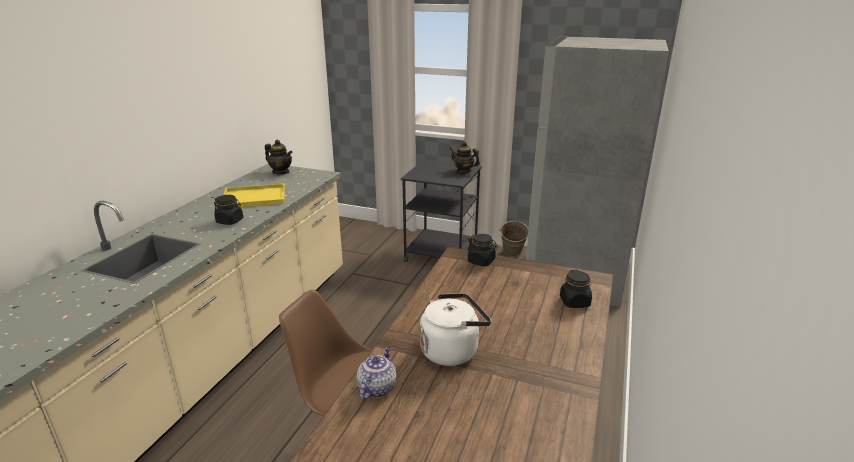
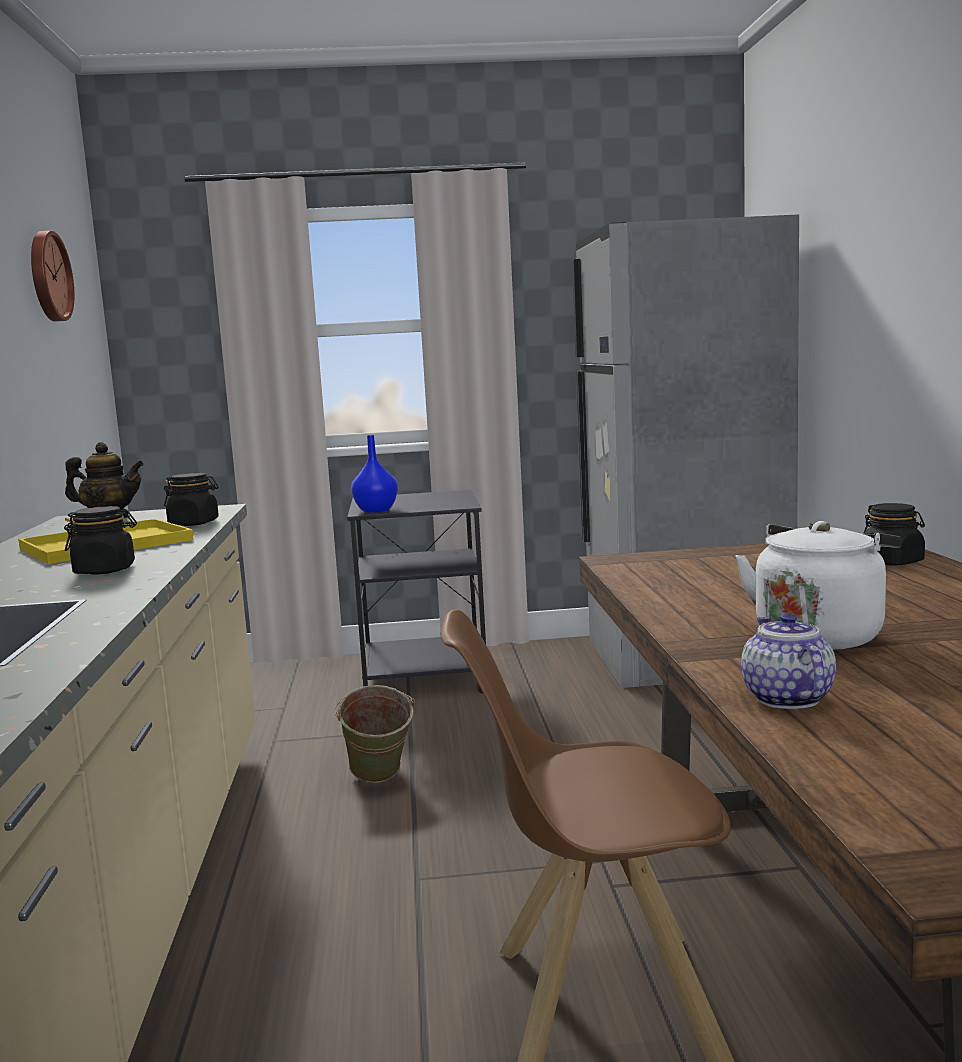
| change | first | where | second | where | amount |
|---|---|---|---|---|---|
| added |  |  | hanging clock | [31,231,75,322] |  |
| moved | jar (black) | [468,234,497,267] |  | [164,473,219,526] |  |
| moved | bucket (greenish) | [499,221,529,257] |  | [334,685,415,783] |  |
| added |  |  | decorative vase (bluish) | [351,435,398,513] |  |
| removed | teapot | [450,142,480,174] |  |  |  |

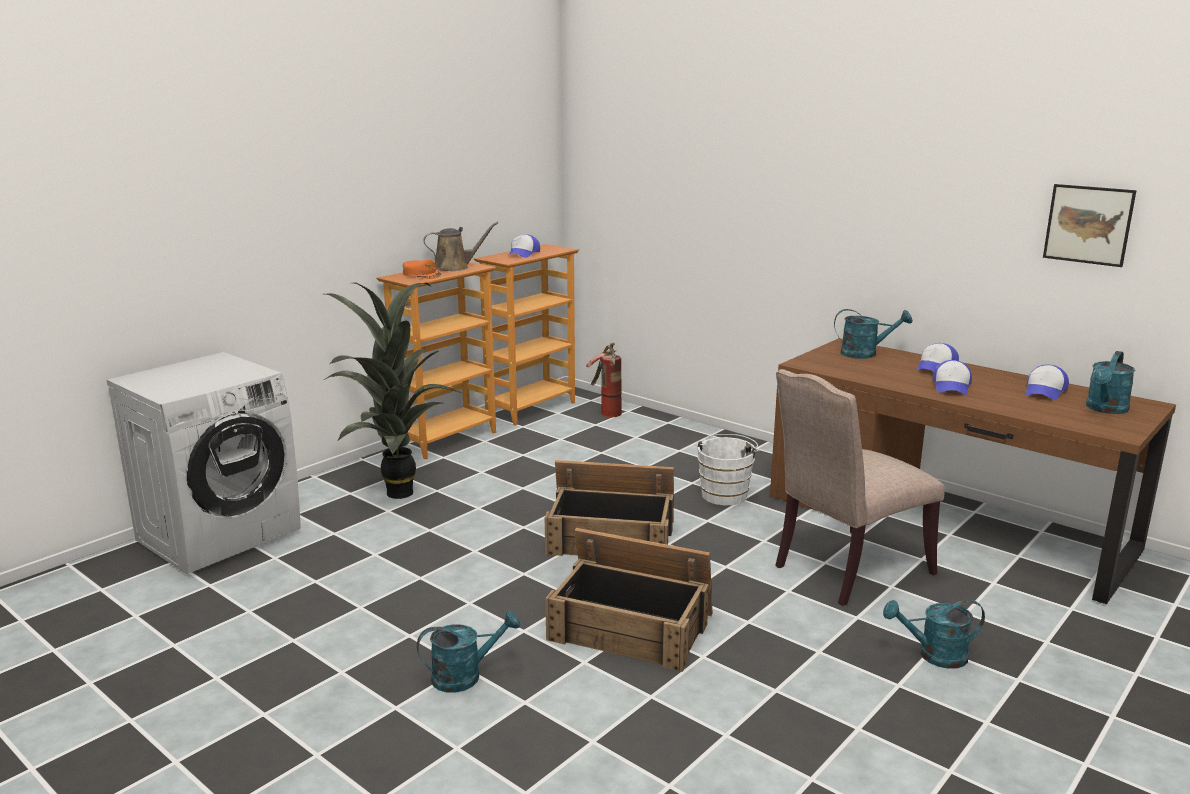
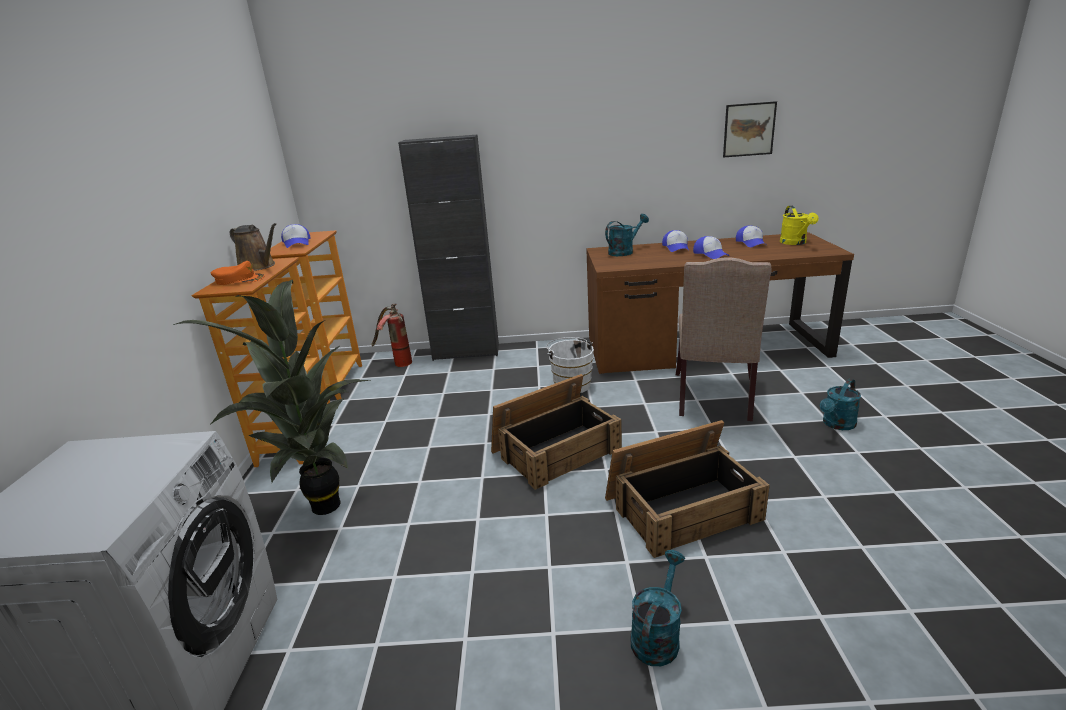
| change | first | where | second | where | amount |
|---|---|---|---|---|---|
| turned | watering can (brown) | [423,222,498,271] |  | [230,223,277,271] | 90 degrees clockwise |
| added |  |  | storage cabinet (black) | [398,135,499,361] |  |
| recoloured | watering can (turquoise-coloured) | [1086,351,1135,414] | watering can (yellowish) | [780,206,819,245] |  |

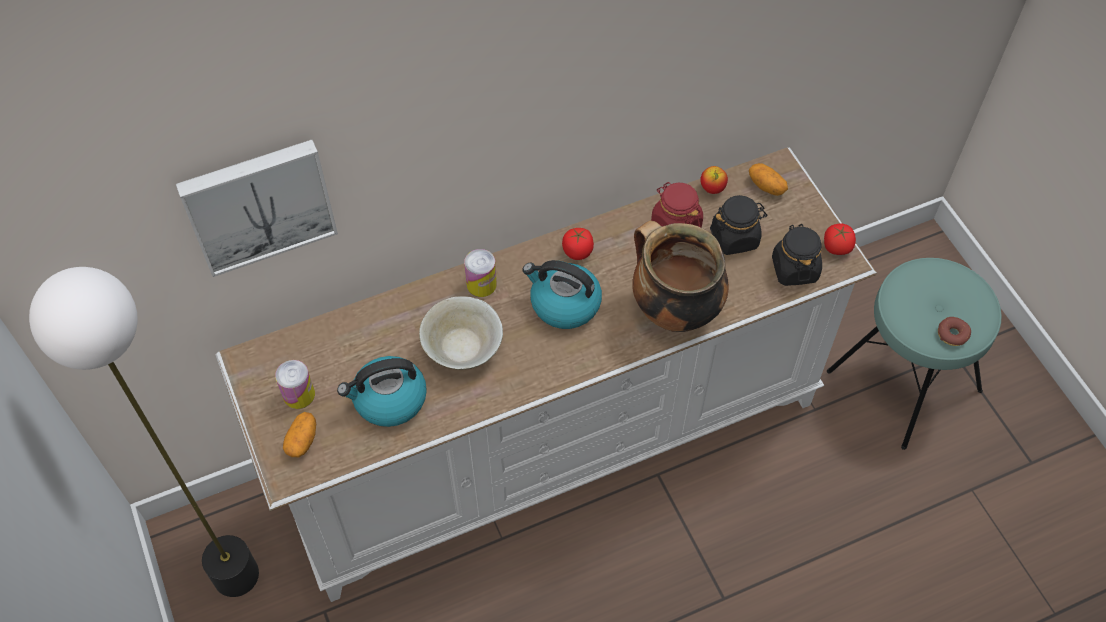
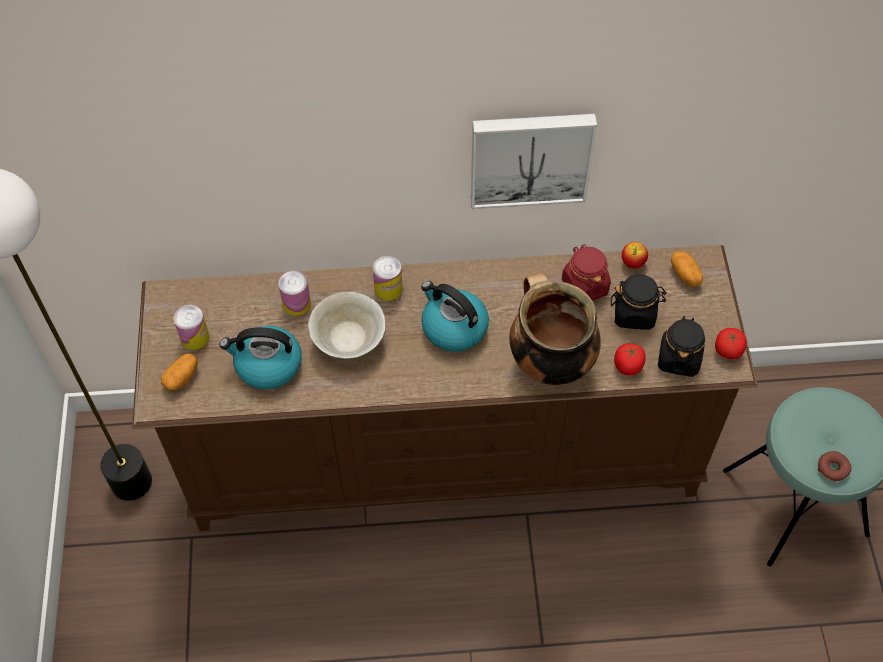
| change | first | where | second | where | amount |
|---|---|---|---|---|---|
| recoloured | storage cabinet (whitish) | [216,148,878,602] | storage cabinet (brown) | [132,245,758,531] |  |
| added |  |  | can | [278,271,311,316] |  |
| moved | picture | [176,140,338,277] |  | [471,114,597,209] |  |
| moved | tomato | [562,228,594,260] |  | [614,343,646,375] |  |

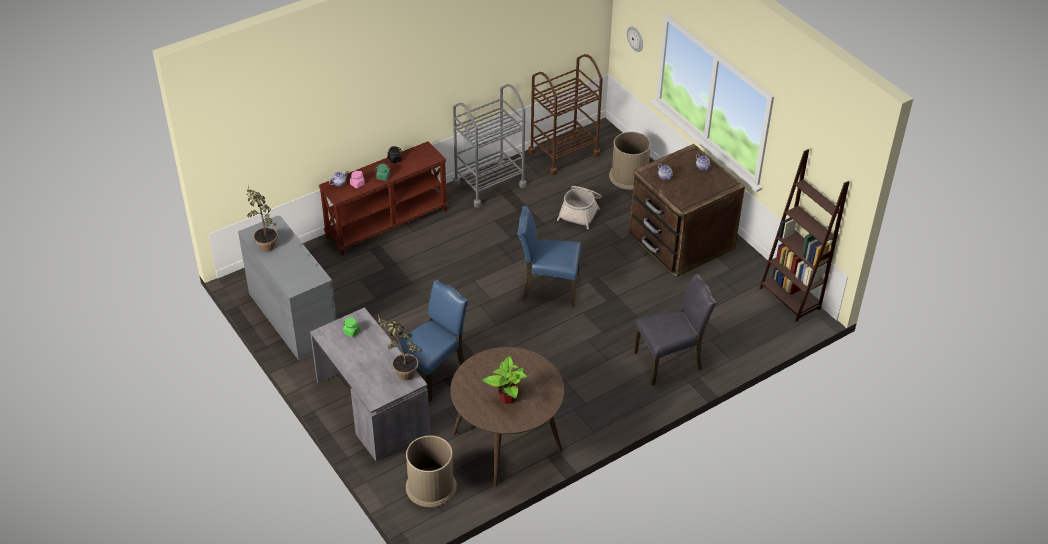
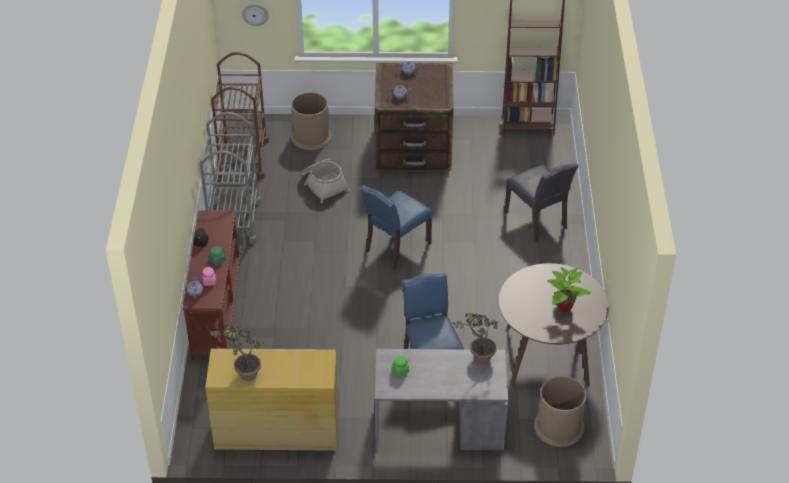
| change | first | where | second | where | amount |
|---|---|---|---|---|---|
| recoloured | storage cabinet (gray) | [238,215,337,361] | storage cabinet (yellowish) | [205,349,339,451] |  |
| turned | plain chair (gray) | [634,274,717,386] |  | [504,163,579,242] | 135 degrees clockwise |

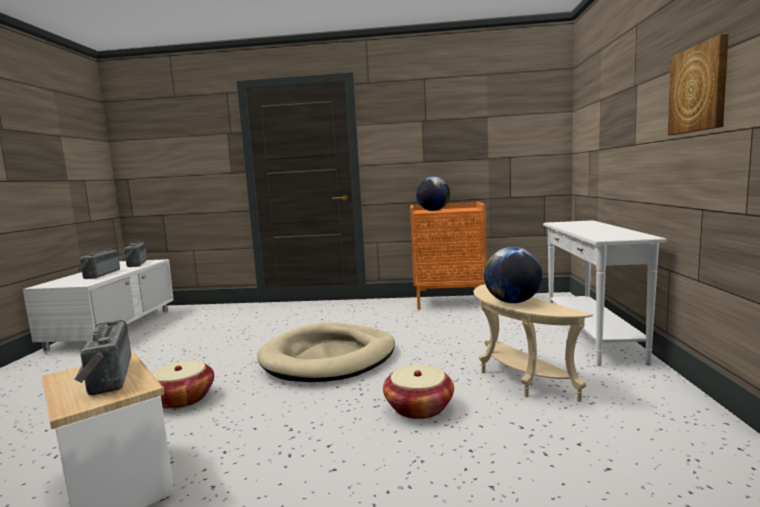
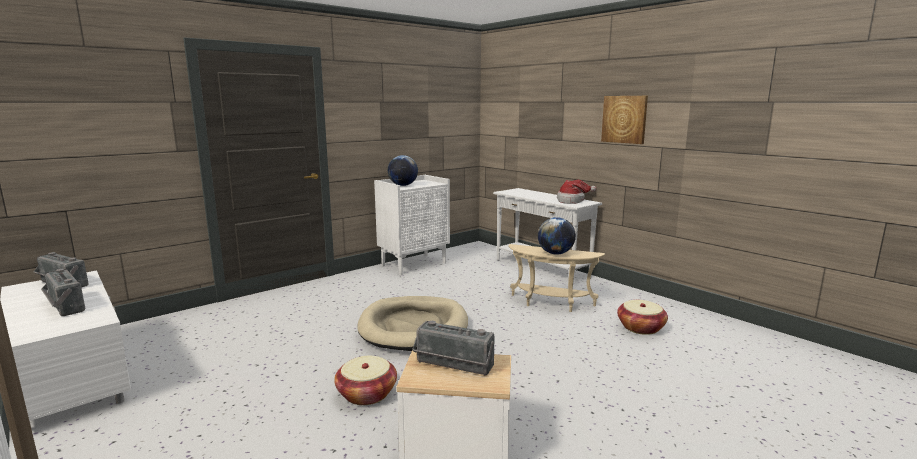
| change | first | where | second | where | amount |
|---|---|---|---|---|---|
| recoloured | storage cabinet (orange-coloured) | [410,202,487,310] | storage cabinet (whitish) | [374,175,450,275] |  |
| added |  |  | hat | [557,180,596,204] |  |
| moved | household basket | [383,365,454,419] |  | [617,300,668,335] |  |

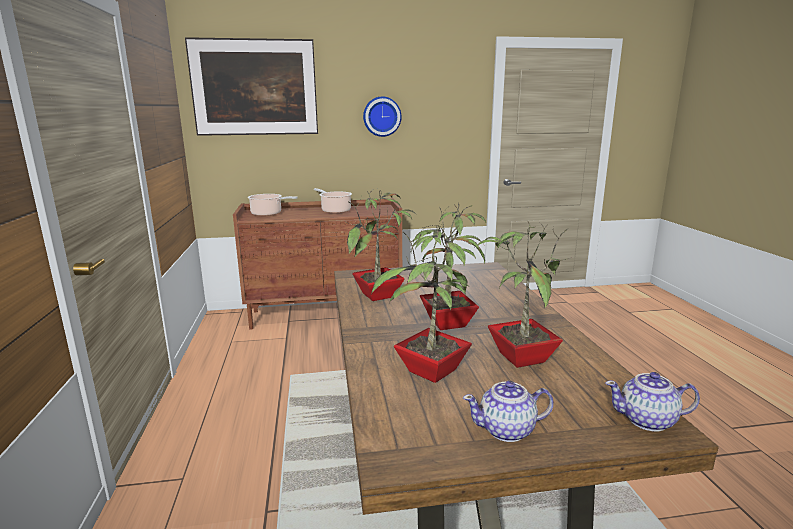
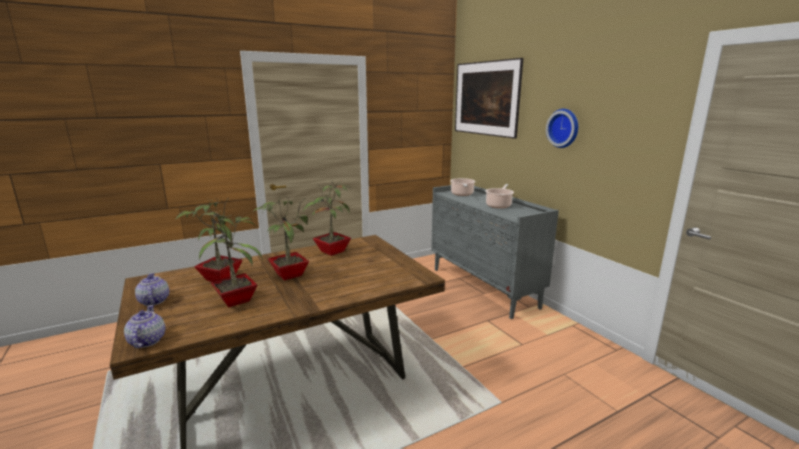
| change | first | where | second | where | amount |
|---|---|---|---|---|---|
| recoloured | storage cabinet (brown) | [233,198,402,330] | storage cabinet (gray) | [431,185,559,319] |  |

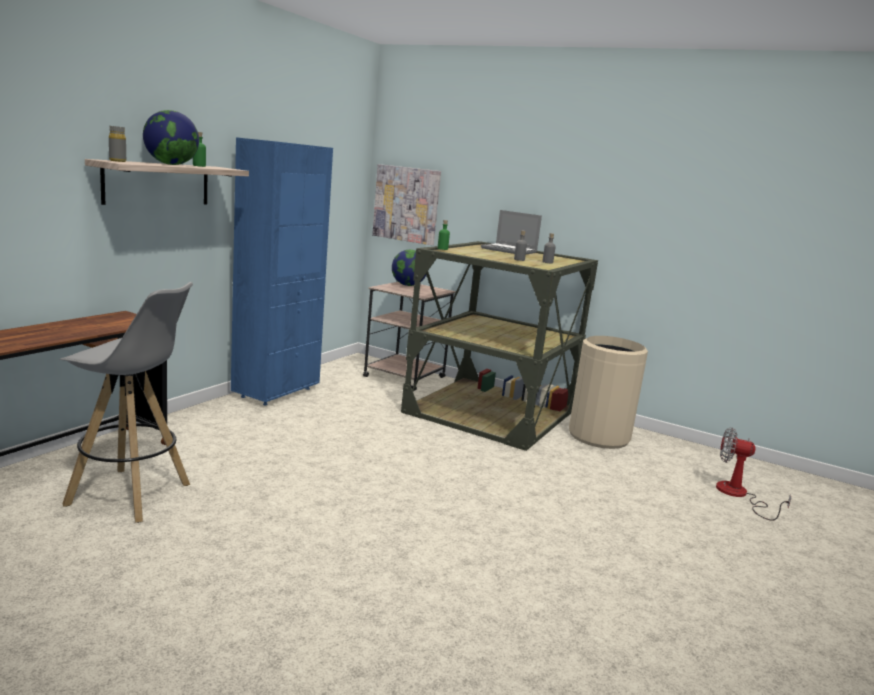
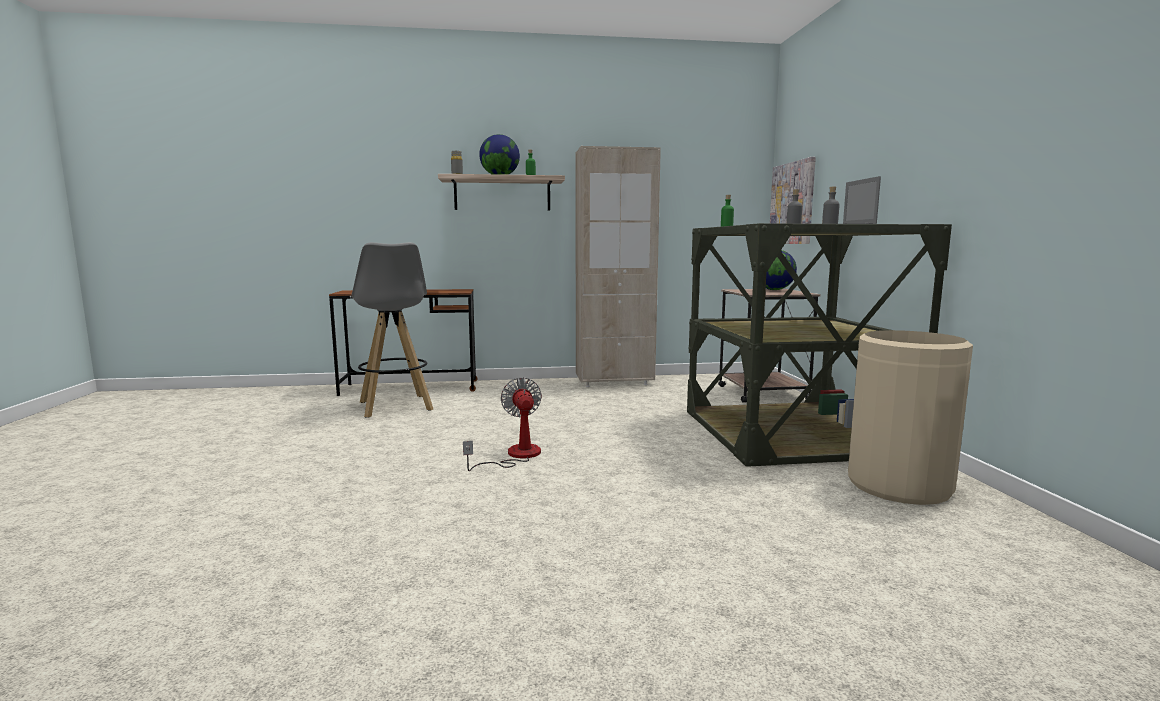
| change | first | where | second | where | amount |
|---|---|---|---|---|---|
| moved | cooling fan | [716,427,791,521] |  | [463,377,542,471] |  |
| recoloured | storage cabinet (bluish) | [231,137,333,405] | storage cabinet (beige-coloured) | [575,146,661,387] |  |

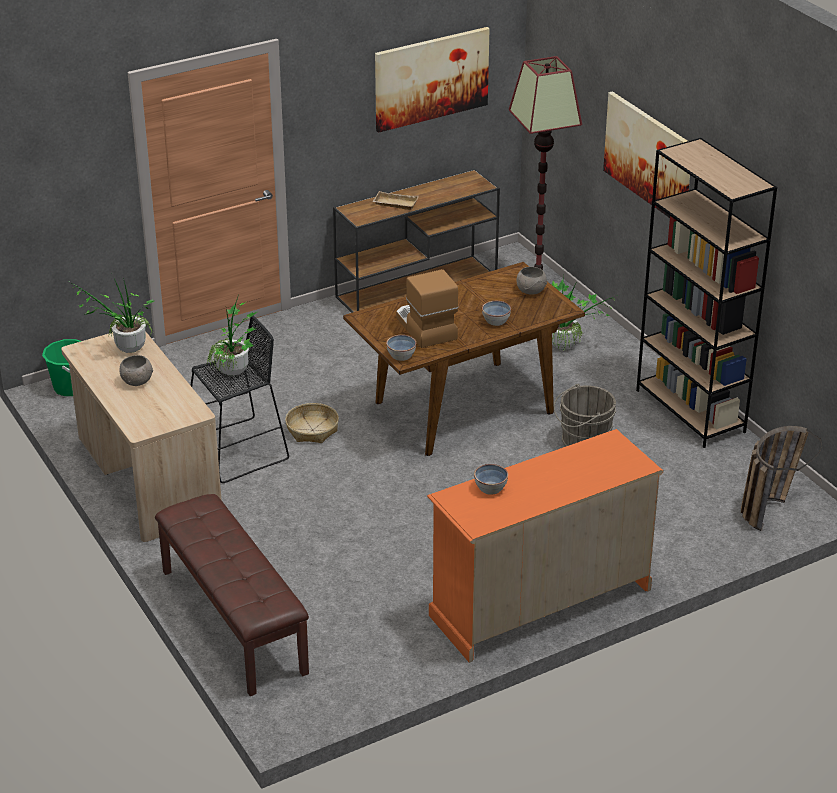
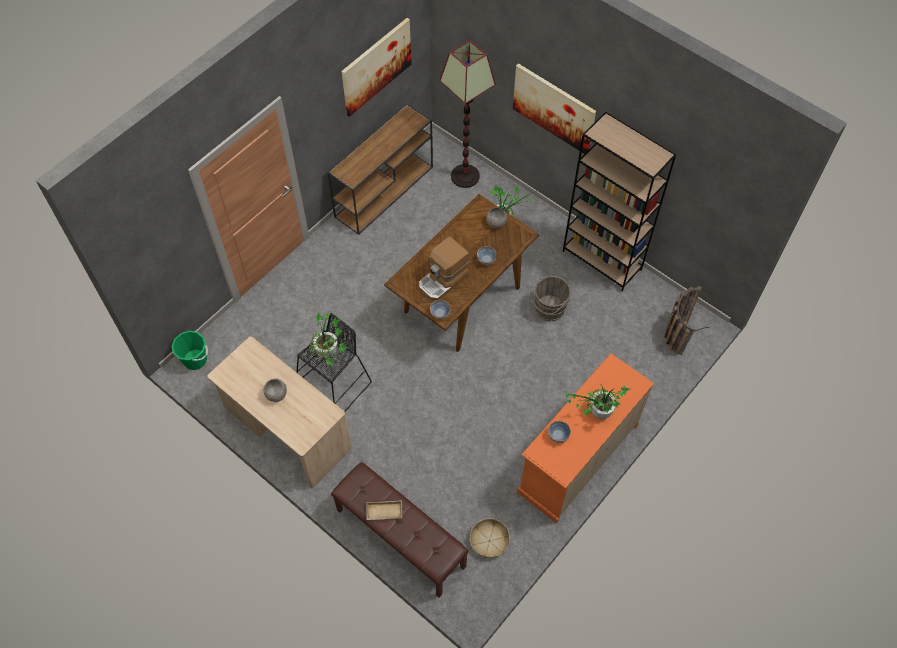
| change | first | where | second | where | amount |
|---|---|---|---|---|---|
| moved | tray (beige-coloured) | [372,191,419,210] |  | [366,500,402,520] |  |
| turned | coffee machine | [396,269,459,348] |  | [419,236,469,301] | 90 degrees counterclockwise |
| moved | household basket | [285,403,339,443] |  | [470,518,510,558] |  |
| moved | plant in a pot | [70,278,154,353] |  | [565,385,630,419] |  |

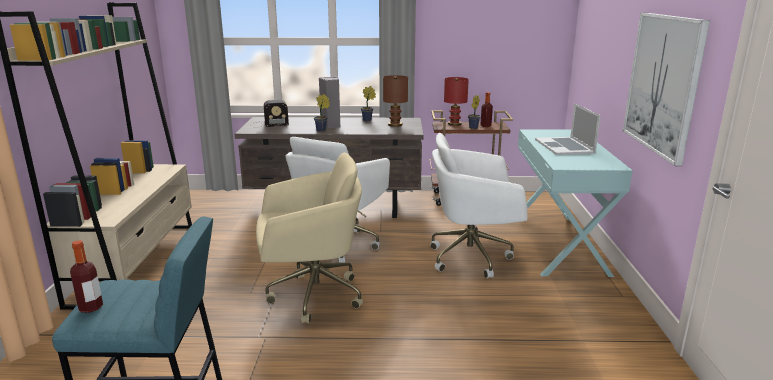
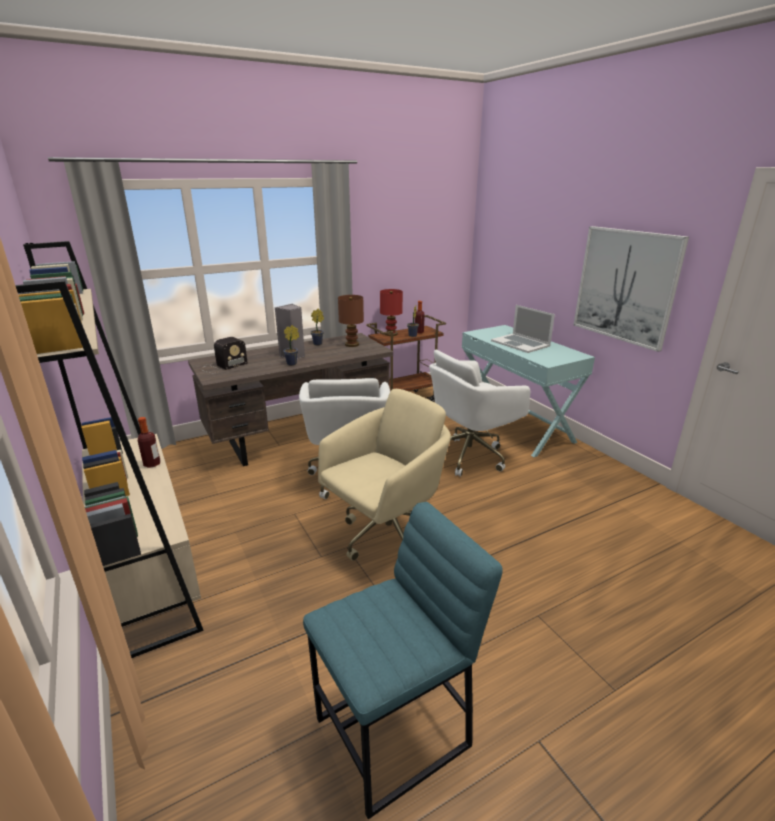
| change | first | where | second | where | amount |
|---|---|---|---|---|---|
| moved | drink bottle | [70,240,103,313] |  | [138,417,160,468] |  |

